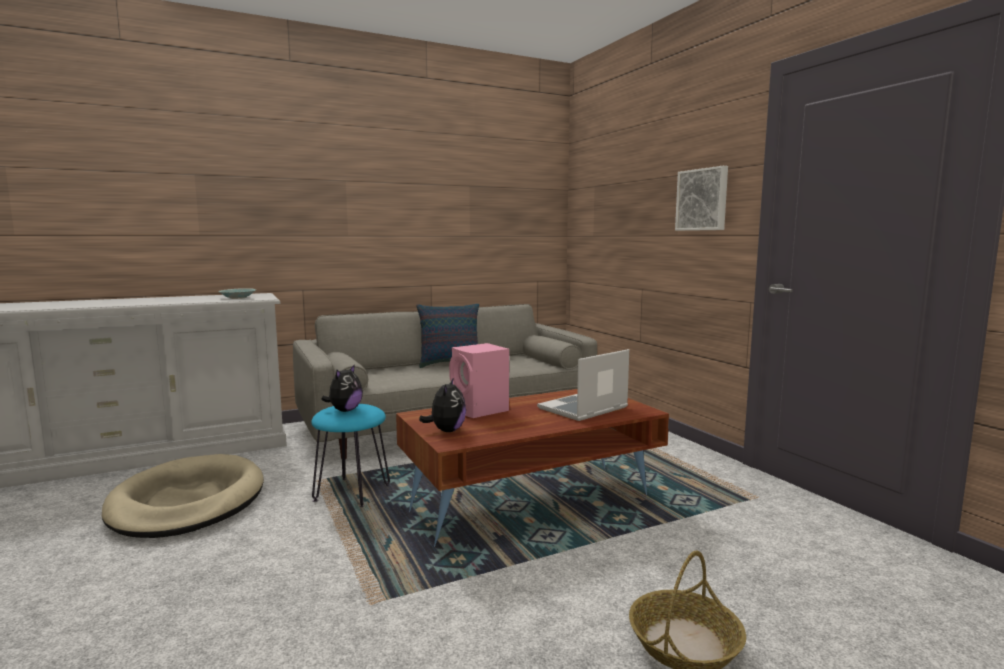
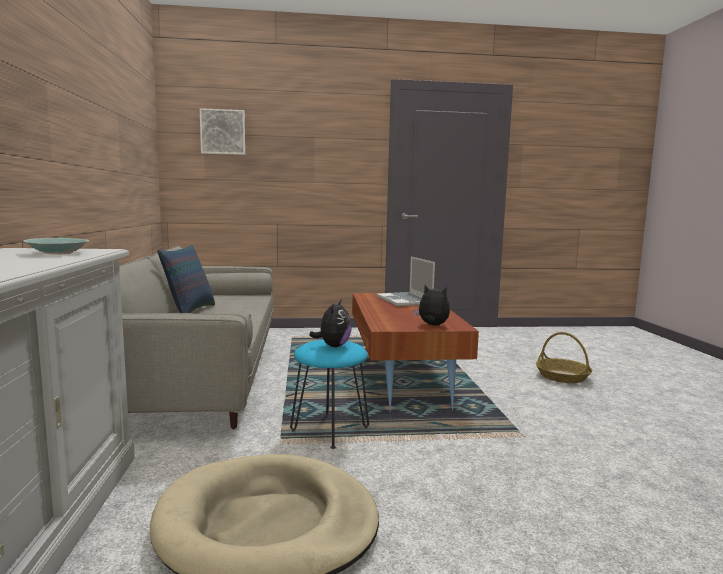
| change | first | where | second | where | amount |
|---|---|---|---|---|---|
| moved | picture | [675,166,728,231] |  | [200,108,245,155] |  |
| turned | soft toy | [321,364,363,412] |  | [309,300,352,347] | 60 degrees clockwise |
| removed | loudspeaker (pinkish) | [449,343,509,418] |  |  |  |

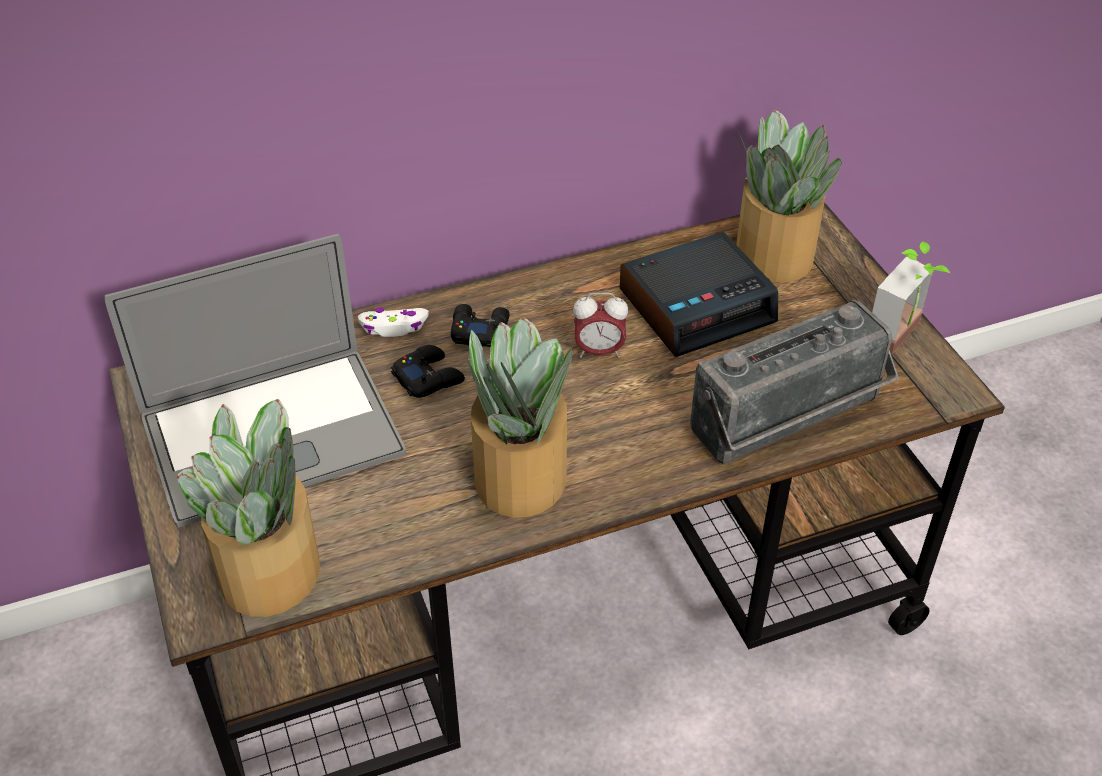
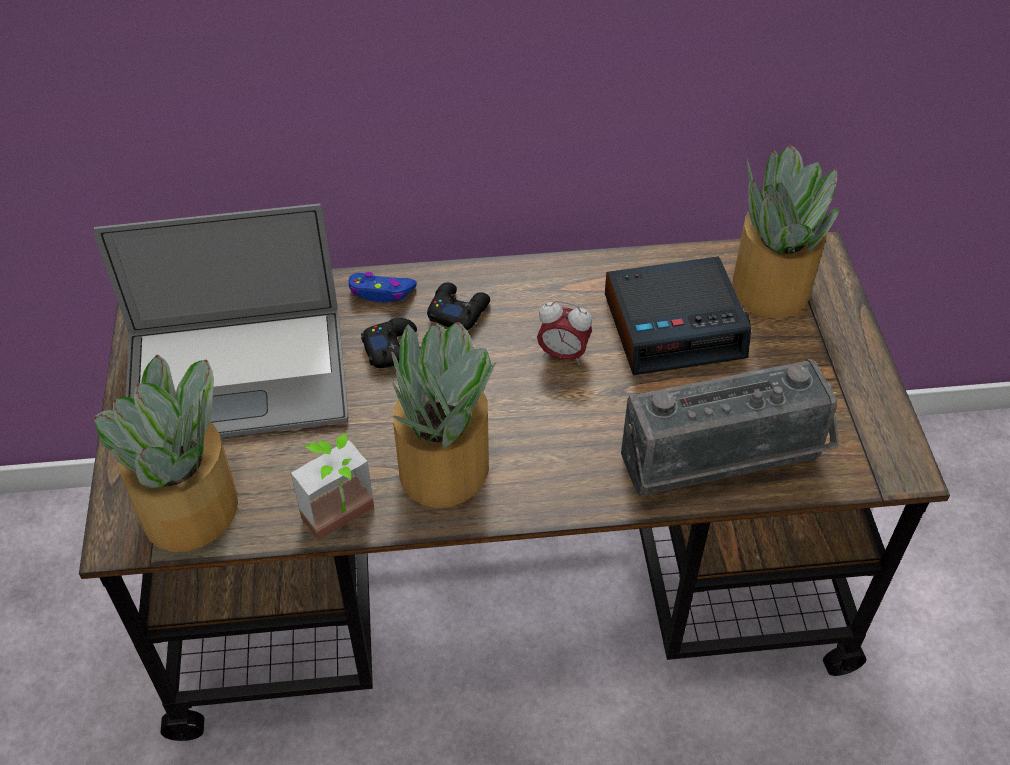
| change | first | where | second | where | amount |
|---|---|---|---|---|---|
| moved | plant in a pot | [872,241,950,354] |  | [291,433,374,541] |  |
| recoloured | game controller (whitish) | [358,307,429,337] | game controller (bluish) | [349,272,417,303] |  |

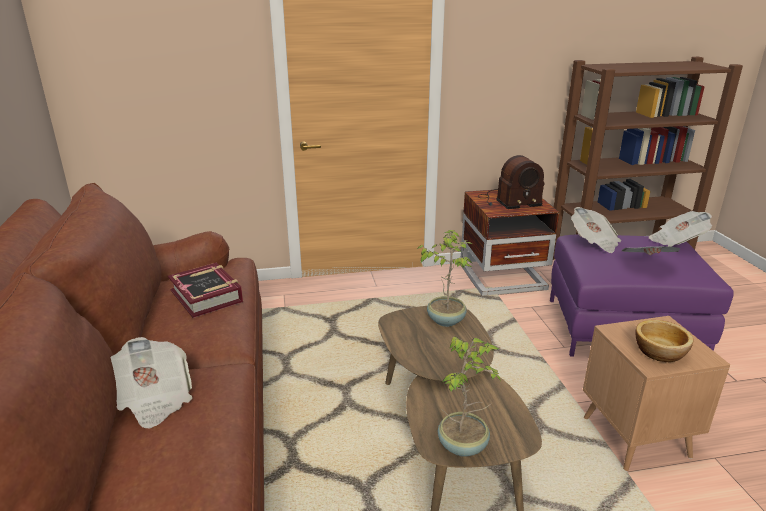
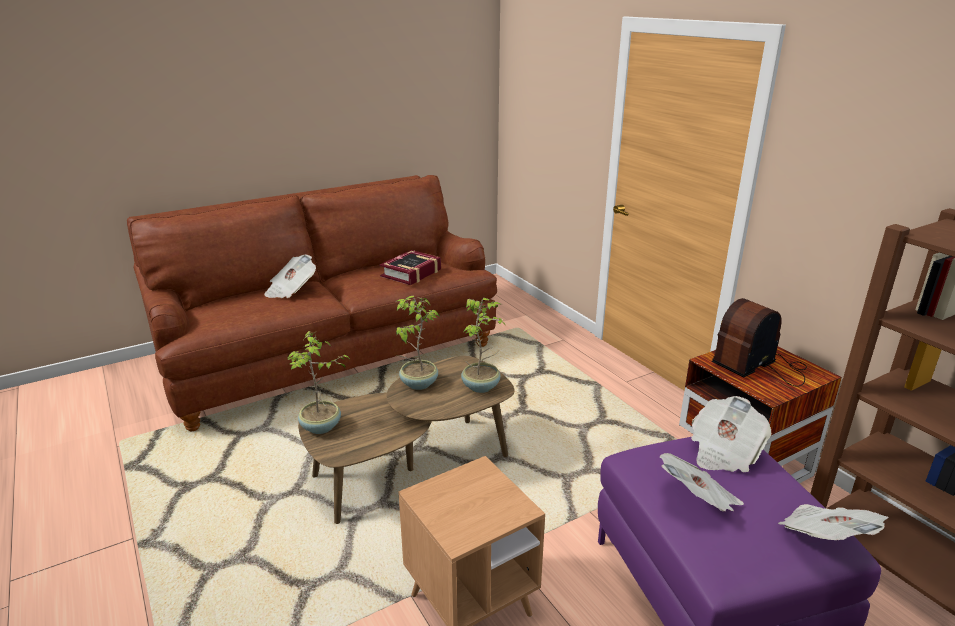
| change | first | where | second | where | amount |
|---|---|---|---|---|---|
| added |  |  | plant in a pot | [395,296,439,390] |  |
| turned | radio set | [478,155,545,209] |  | [712,298,807,387] | 90 degrees clockwise |
| removed | bowl | [635,320,694,362] |  |  |  |

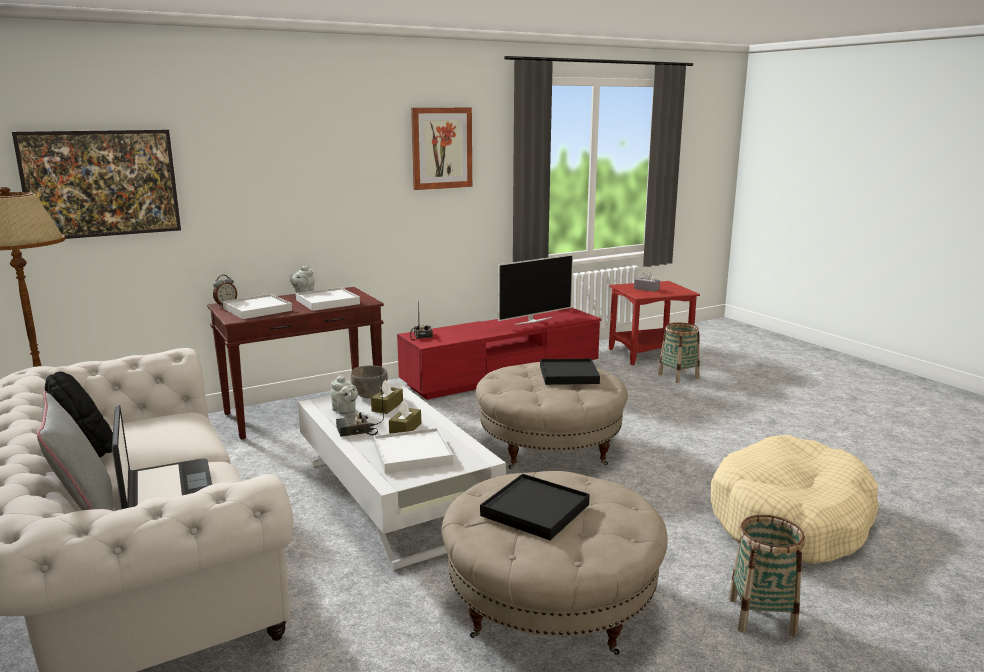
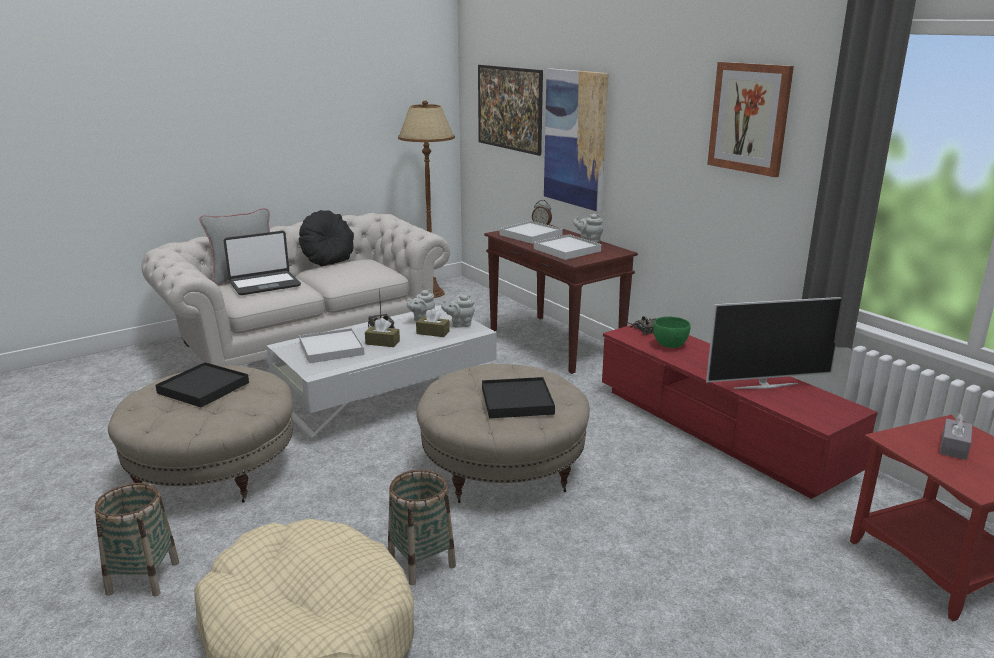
| change | first | where | second | where | amount |
|---|---|---|---|---|---|
| moved | household basket | [658,323,700,383] |  | [388,470,456,585] |  |
| replaced | bowl (gray) | [351,365,388,398] | teapot (gray) | [441,295,475,328] |  |
| added |  |  | picture | [544,68,609,212] |  |
| added |  |  | bowl (greenish) | [653,317,691,348] |  |
| turned | TV | [498,254,573,325] |  | [706,297,842,389] | 60 degrees counterclockwise |

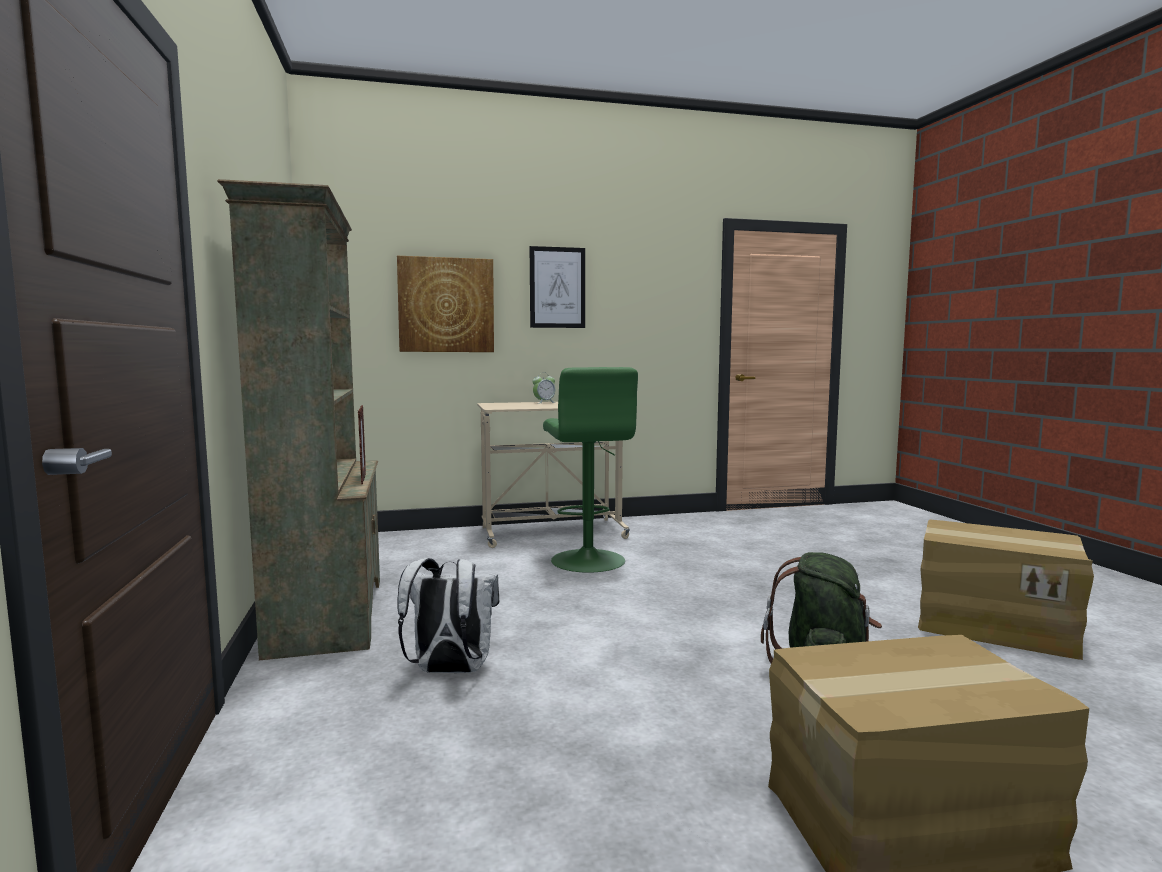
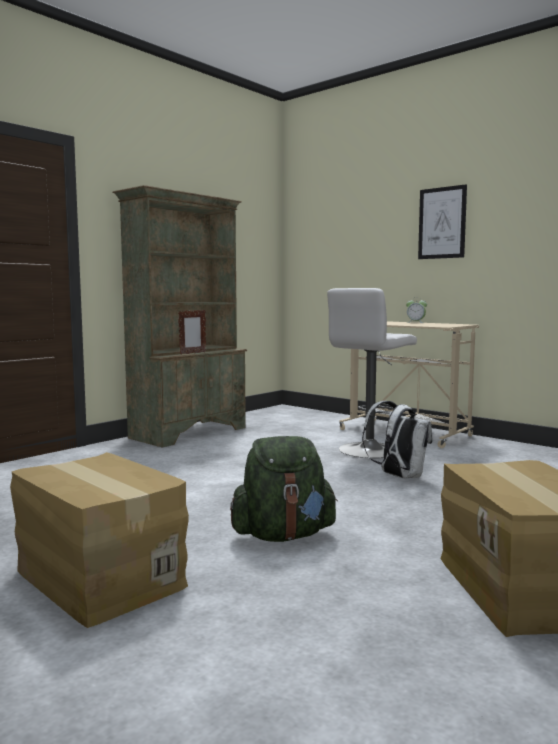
| change | first | where | second | where | amount |
|---|---|---|---|---|---|
| recoloured | sitting stool (greenish) | [543,367,638,573] | sitting stool (whitish) | [327,288,417,458] |  |
| moved | knapsack (whitish) | [397,558,499,673] |  | [362,401,432,478] |  |
| removed | picture | [397,256,494,352] |  |  |  |

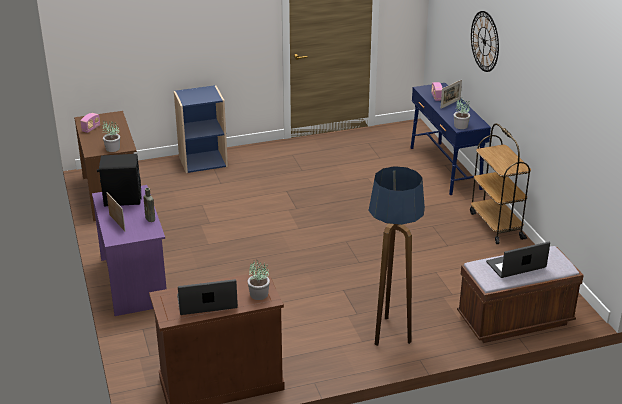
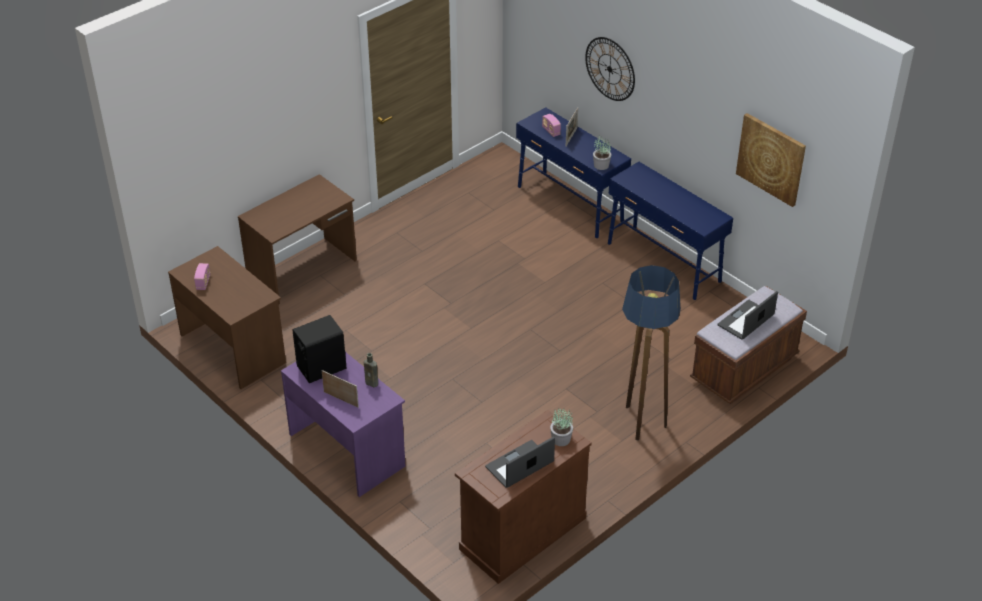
| change | first | where | second | where | amount |
|---|---|---|---|---|---|
| replaced | bookcase (bluish) | [174,85,228,173] | desk unit (brown) | [238,174,357,304] |  |
| replaced | cart (brown) | [470,123,531,244] | console table (bluish) | [608,162,733,300] |  |
| added |  |  | picture | [736,113,806,207] |  |
| removed | plant in a pot | [102,120,120,152] |  |  |  |

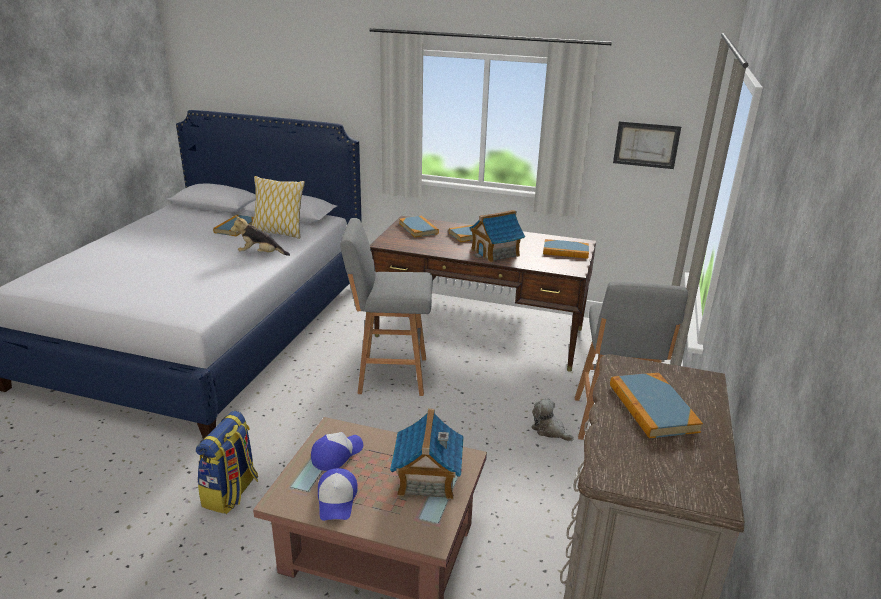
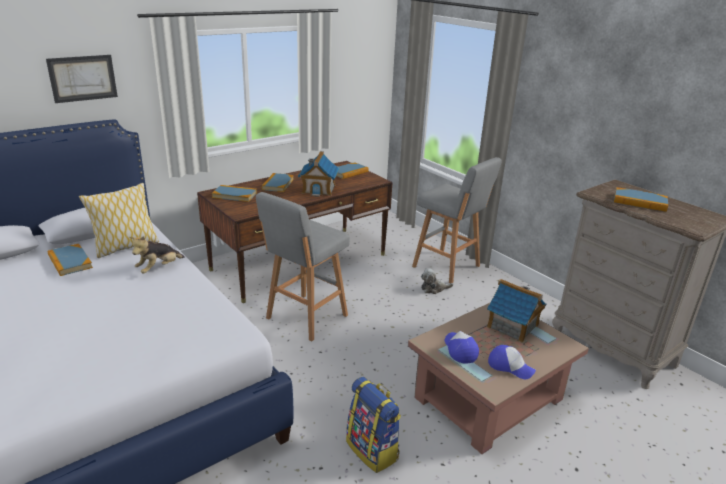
| change | first | where | second | where | amount |
|---|---|---|---|---|---|
| moved | picture | [613,121,681,169] |  | [46,55,118,103] |  |

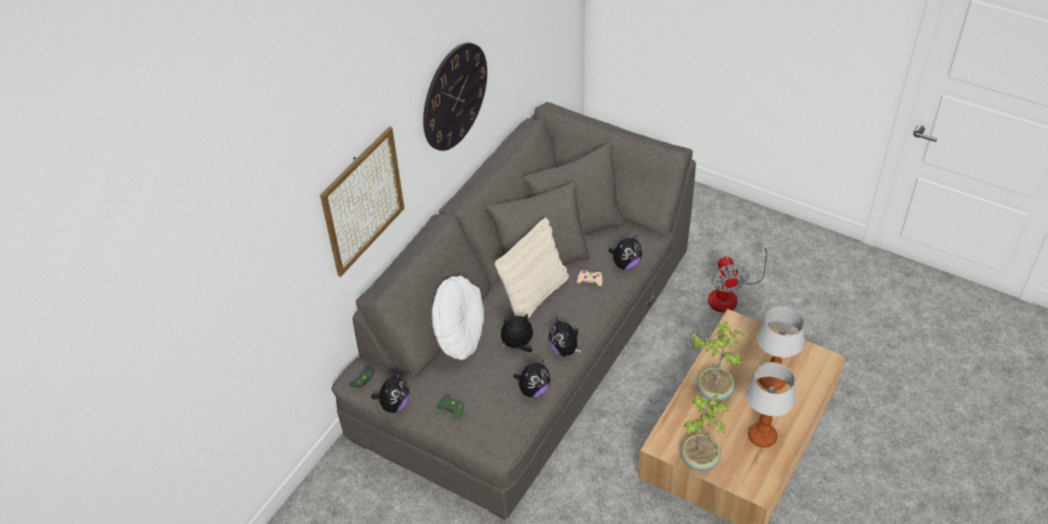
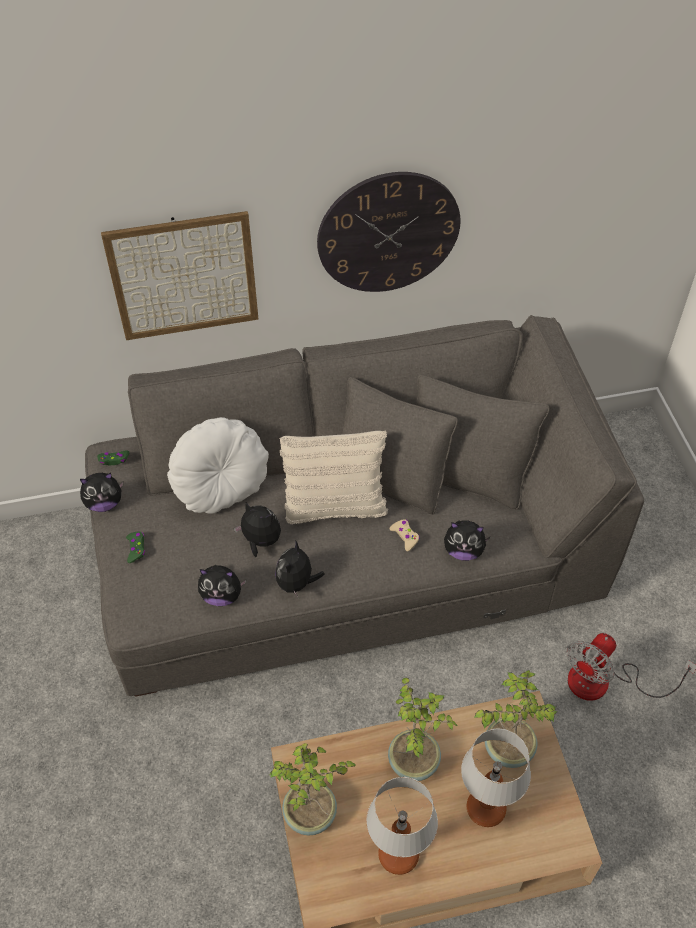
| change | first | where | second | where | amount |
|---|---|---|---|---|---|
| added |  |  | plant in a pot | [474,670,557,768] |  |

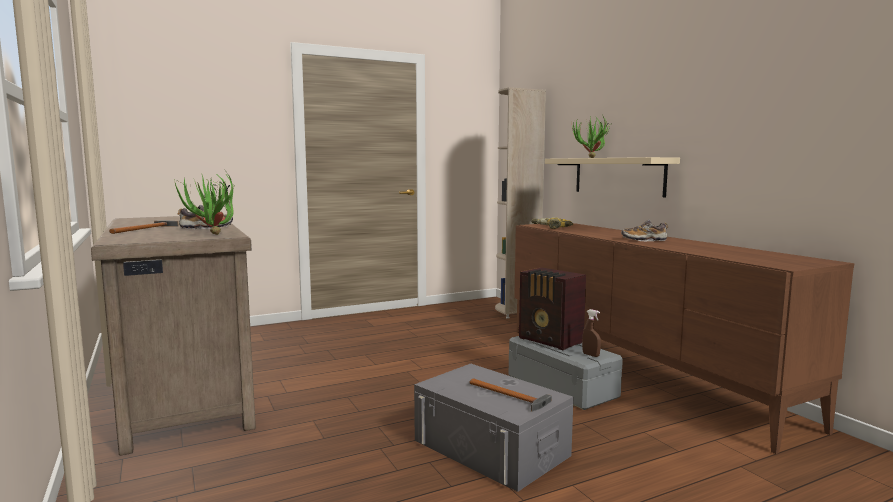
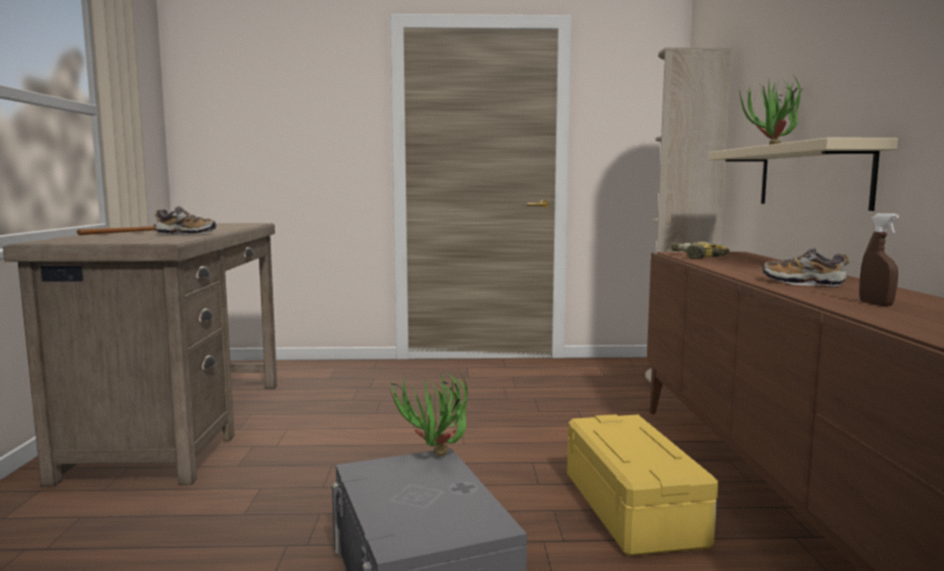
| change | first | where | second | where | amount |
|---|---|---|---|---|---|
| moved | plant in a pot | [174,172,235,235] |  | [390,371,467,456] |  |
| recoloured | storage bin (gray) | [509,336,623,410] | storage bin (yellowish) | [567,414,718,556] |  |
| moved | sprayer (brown) | [582,309,601,357] |  | [859,213,899,306] |  |
| removed | hand hammer | [470,378,552,412] |  |  |  |
| removed | radio set | [519,267,586,350] |  |  |  |

